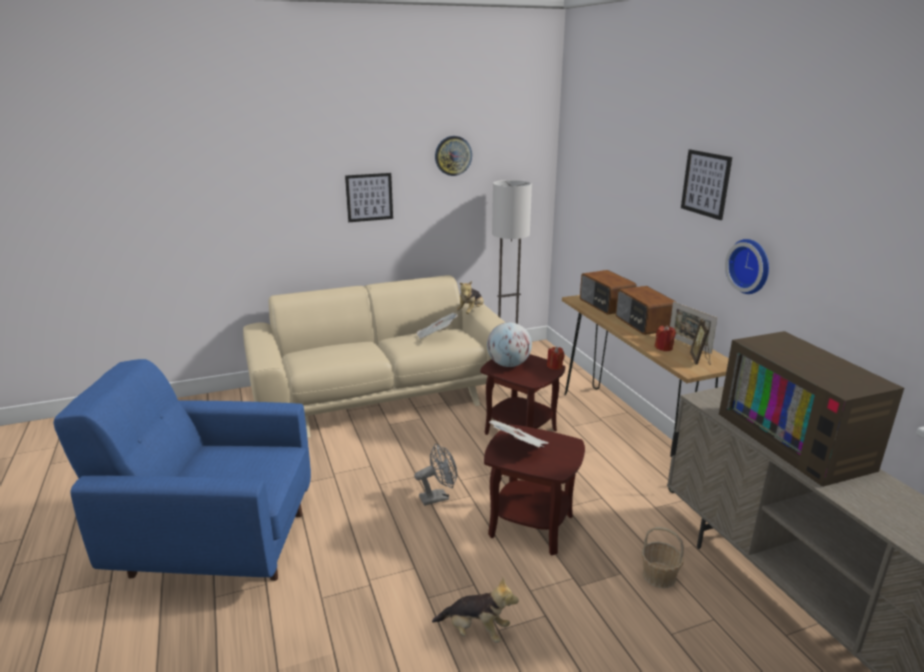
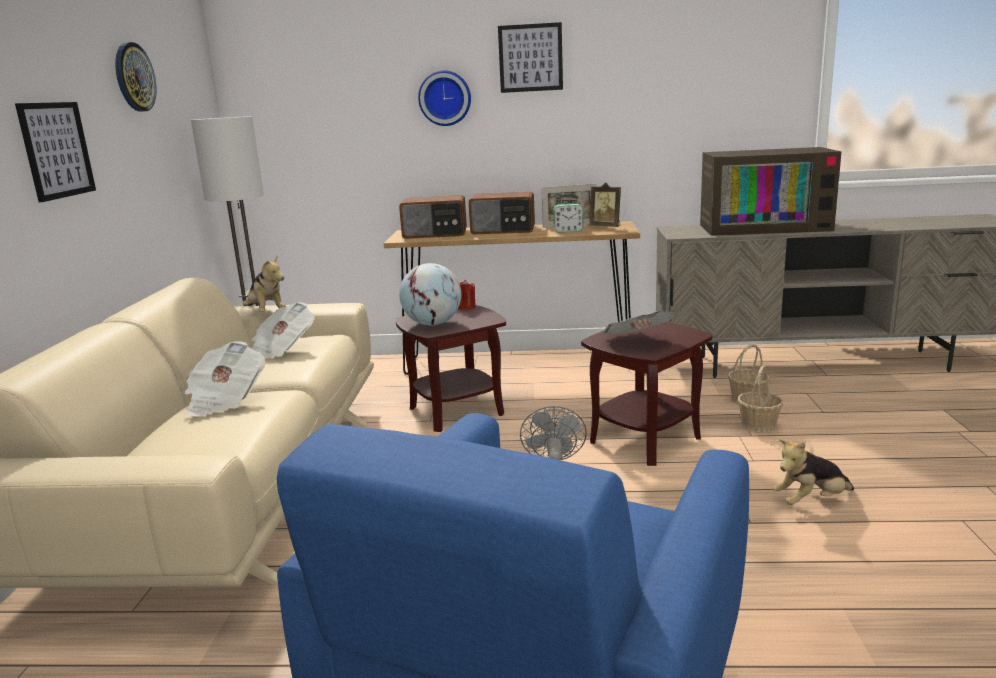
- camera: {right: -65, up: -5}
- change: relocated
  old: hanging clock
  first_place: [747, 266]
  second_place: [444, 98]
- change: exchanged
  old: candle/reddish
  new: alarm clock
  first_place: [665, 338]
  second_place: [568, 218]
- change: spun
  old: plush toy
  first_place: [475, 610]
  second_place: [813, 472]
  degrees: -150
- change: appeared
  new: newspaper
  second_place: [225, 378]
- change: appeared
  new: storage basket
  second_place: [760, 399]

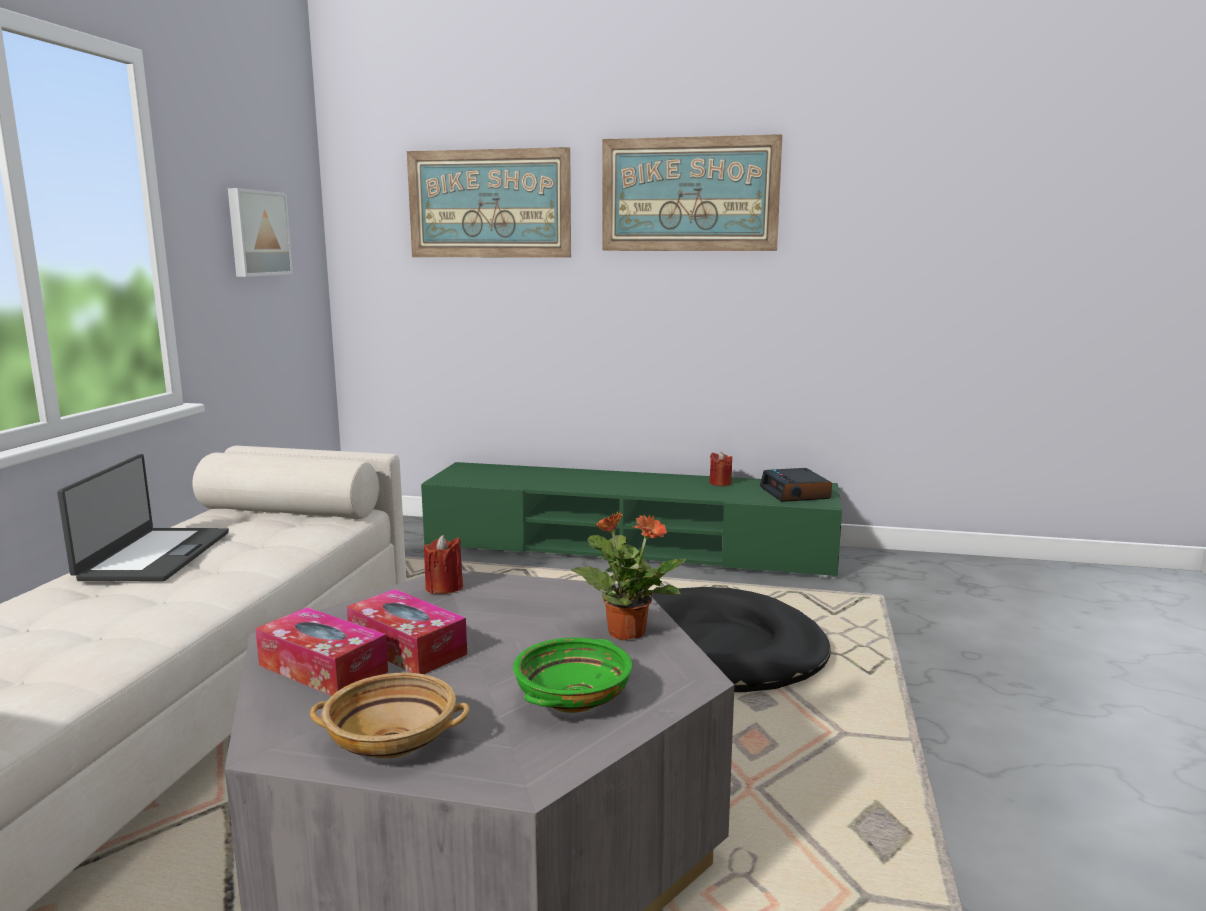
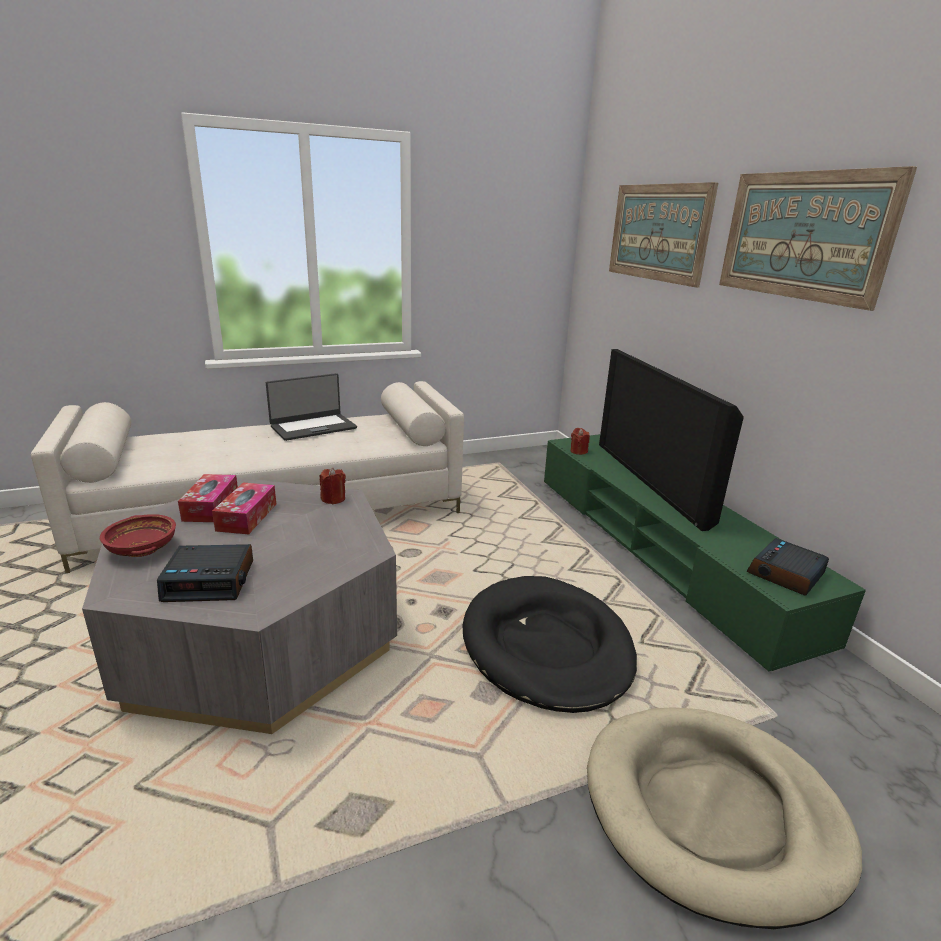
- camera: {right: 55, up: 10}
- change: missing
  old: wall picture
  first_place: [260, 232]
- change: relocated
  old: candle/reddish
  first_place: [720, 469]
  second_place: [580, 441]
- change: missing
  old: houseplant
  first_place: [628, 576]
- change: exchanged
  old: serving bowl/green-coloured
  new: alarm clock
  first_place: [573, 675]
  second_place: [205, 573]
- change: colour
  old: serving bowl/sand-coloured
  new: serving bowl/reddish
  first_place: [390, 716]
  second_place: [138, 535]
- change: appeared
  new: television
  second_place: [671, 440]
- change: appeared
  new: dog bed/sand-coloured
  second_place: [724, 818]

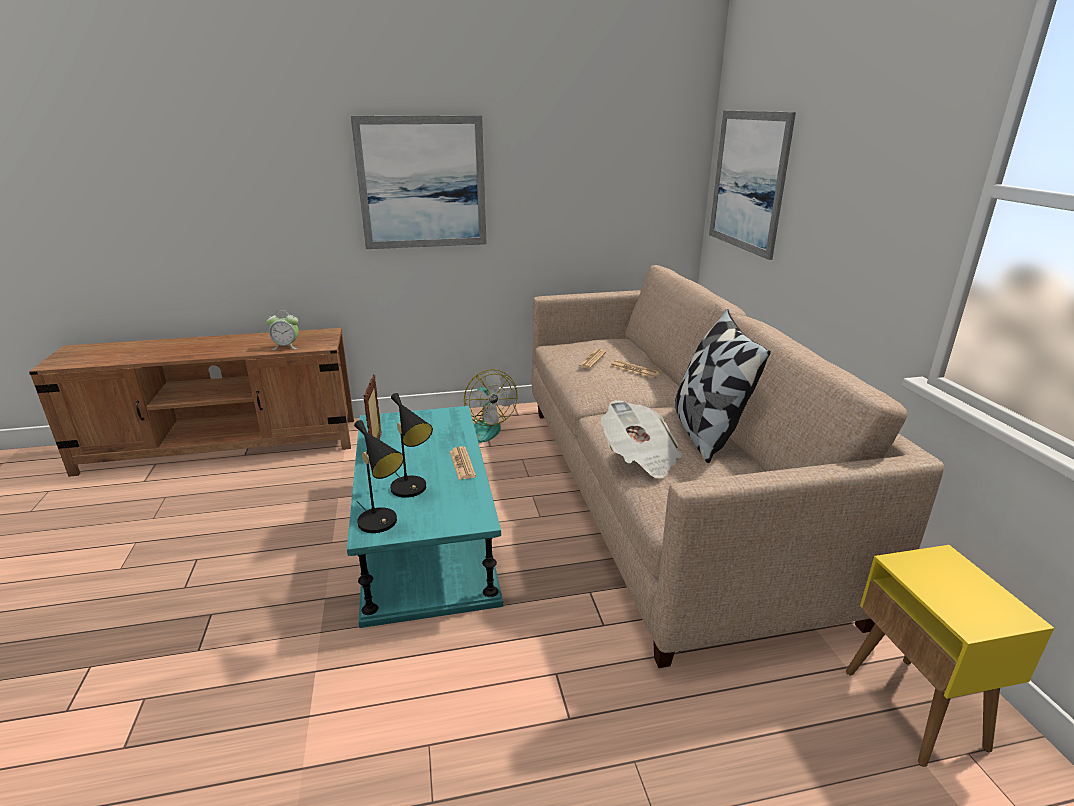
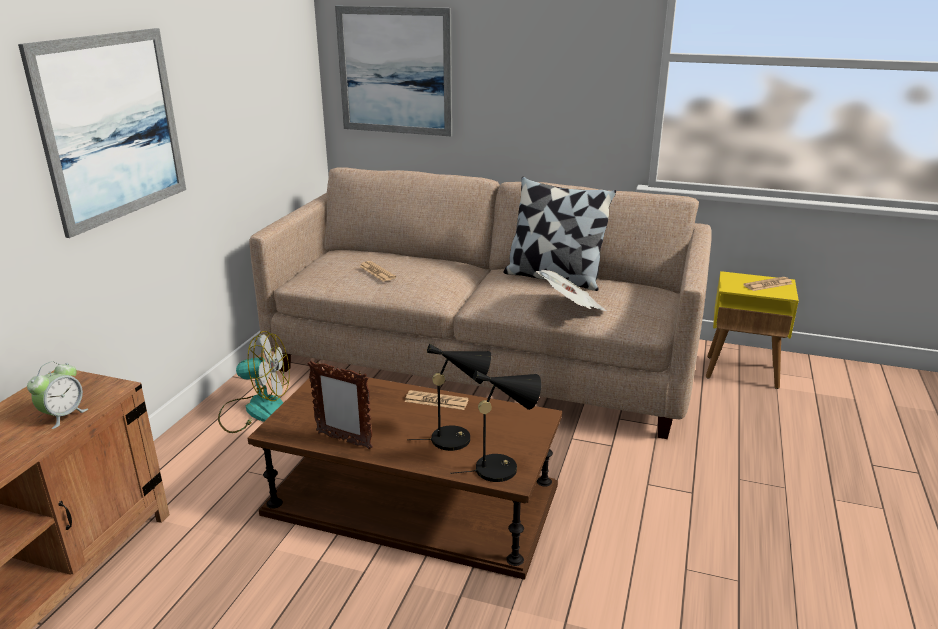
- camera: {right: -60, up: 0}
- change: relocated
  old: newspaper
  first_place: [635, 369]
  second_place: [768, 284]
- change: colour
  old: coffee table/blue-green
  new: coffee table/brown-coloured
  first_place: [425, 517]
  second_place: [405, 475]

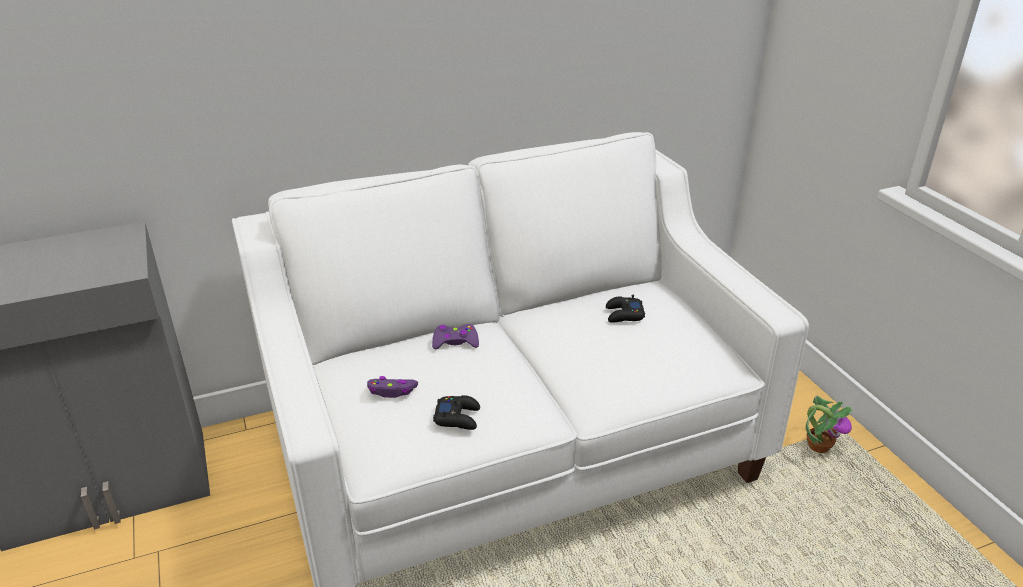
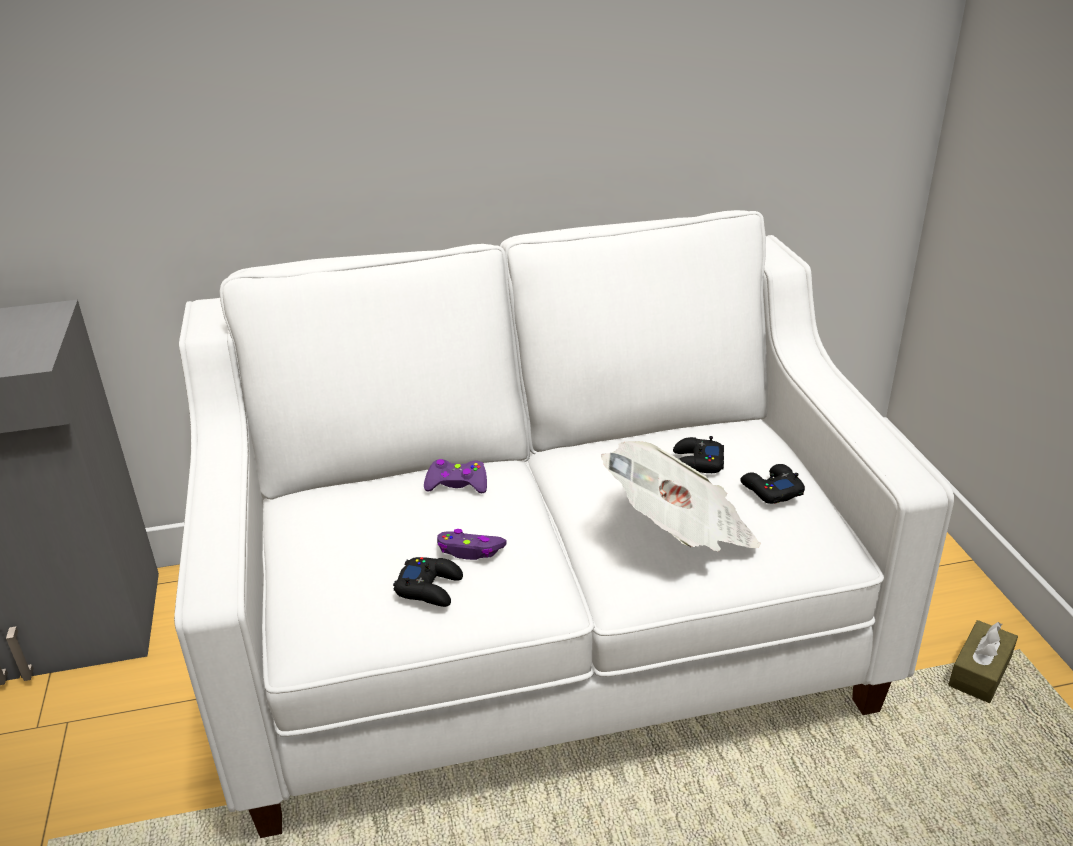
- camera: {right: 10, up: 0}
- change: relocated
  old: gamepad/purple-coloured
  first_place: [392, 387]
  second_place: [472, 544]
- change: exchanged
  old: houseplant
  new: tissue box/brown-coloured
  first_place: [829, 424]
  second_place: [983, 661]
- change: appeared
  new: newspaper
  second_place: [681, 496]
- change: appeared
  new: gamepad/blackish
  second_place: [772, 484]

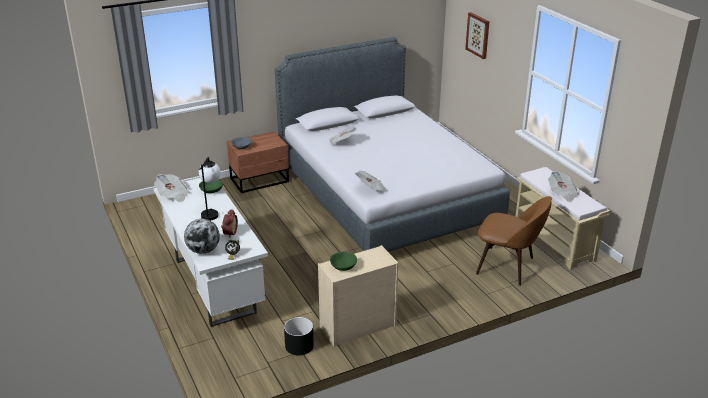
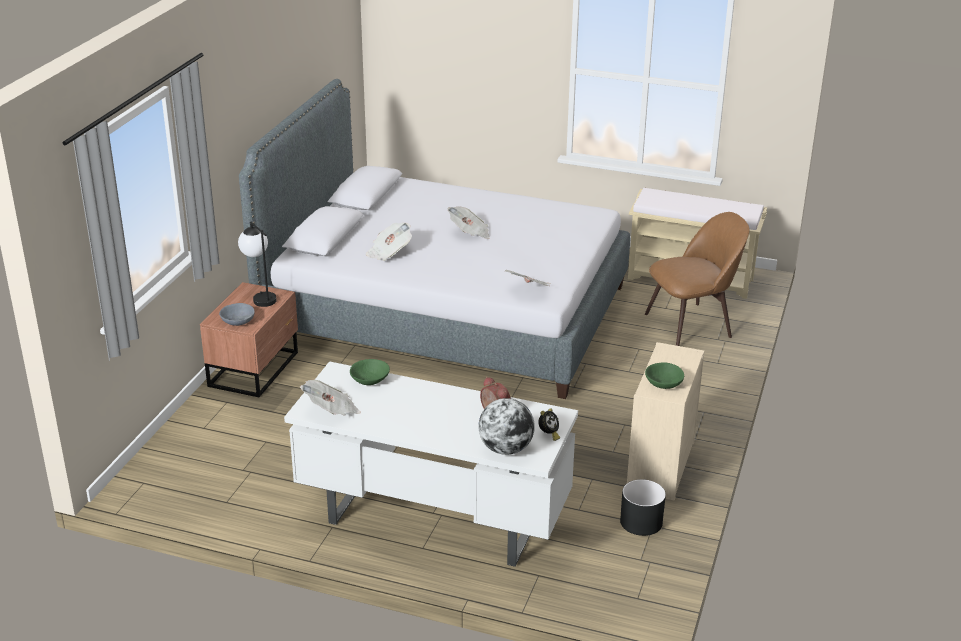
- camera: {right: -45, up: 0}
- change: missing
  old: wall picture
  first_place: [477, 35]
- change: relocated
  old: lamp for a table
  first_place: [210, 189]
  second_place: [257, 264]
- change: relocated
  old: newspaper
  first_place: [563, 186]
  second_place: [468, 222]

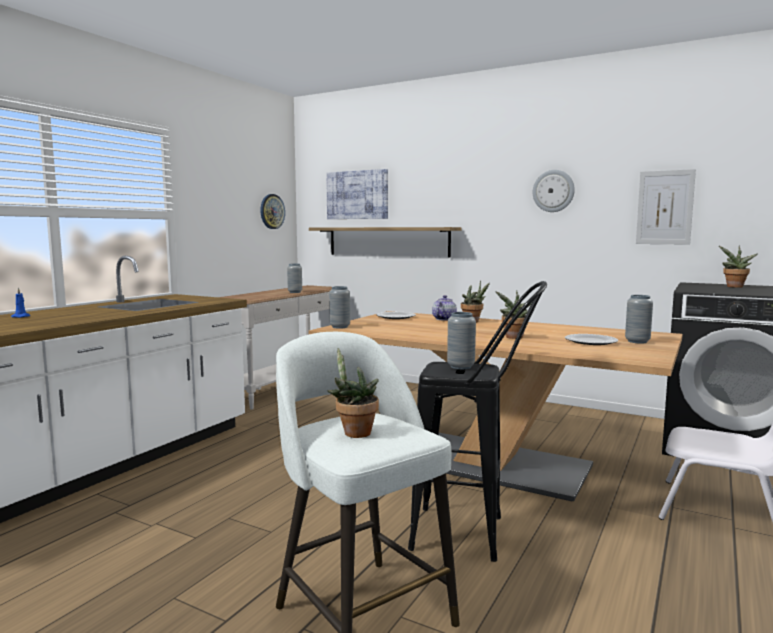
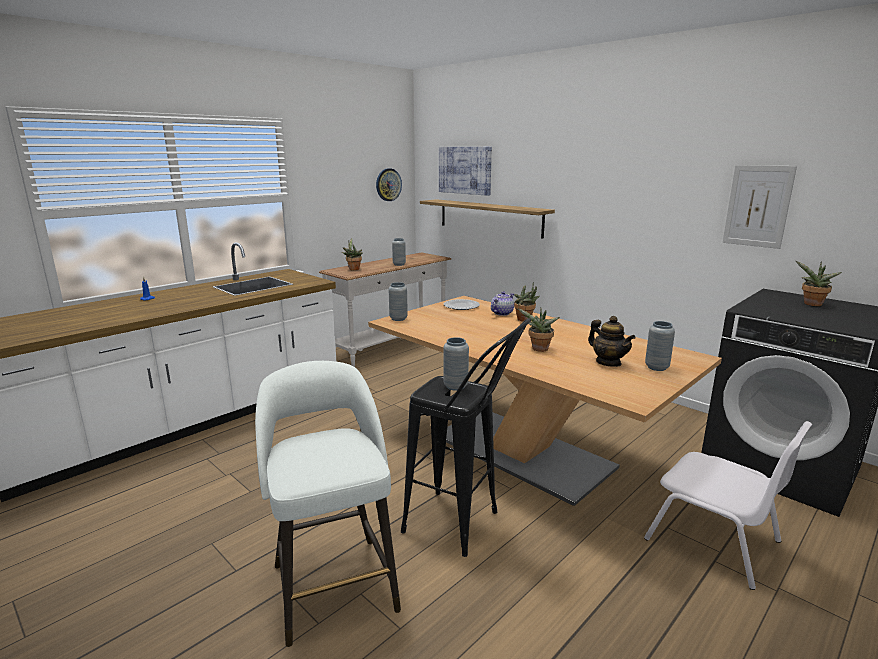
- camera: {right: 15, up: 10}
- change: missing
  old: hanging clock
  first_place: [554, 191]
- change: exchanged
  old: plate
  new: pot for tea
  first_place: [591, 339]
  second_place: [611, 341]
- change: relocated
  old: houseplant
  first_place: [353, 393]
  second_place: [352, 254]

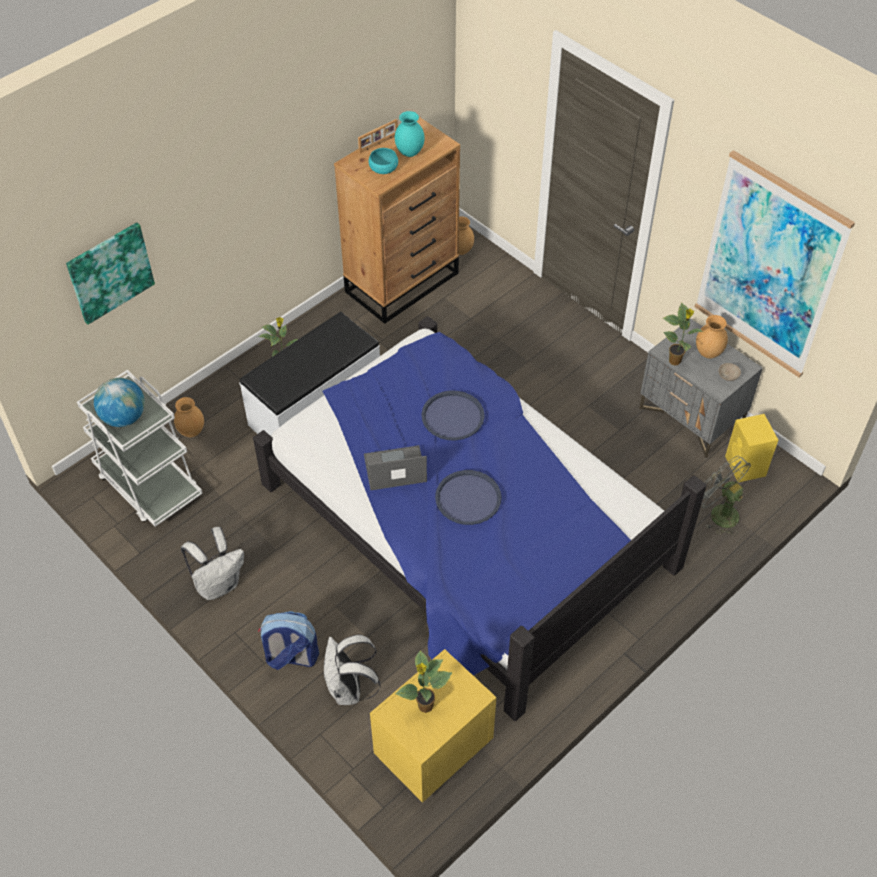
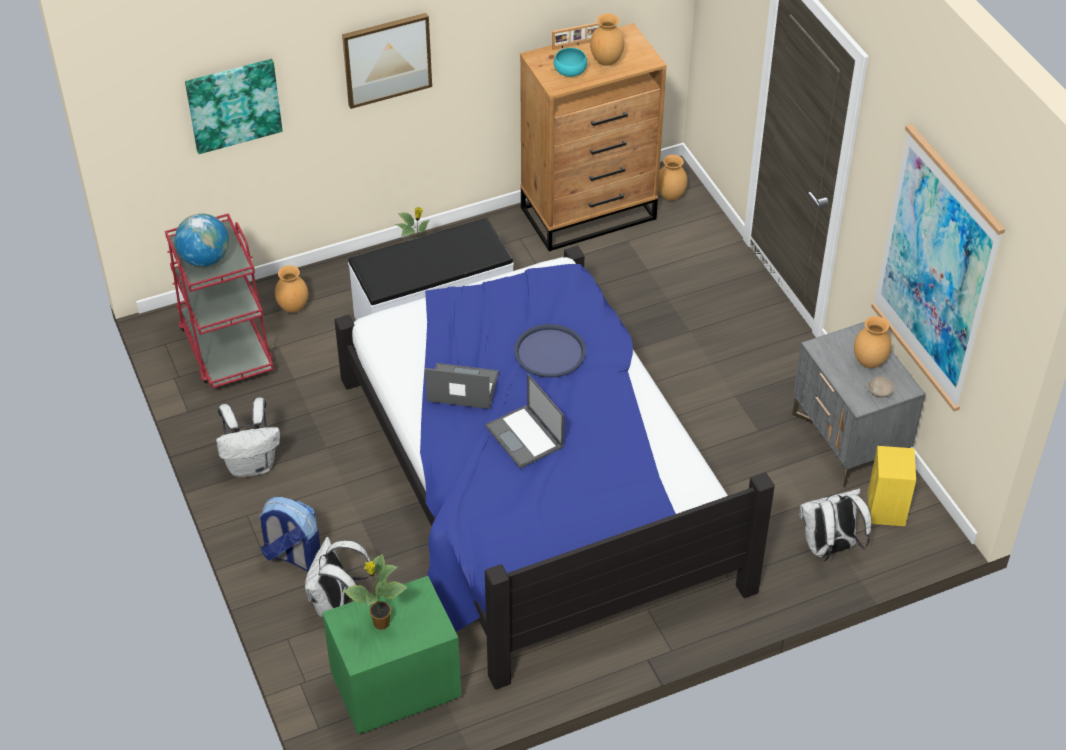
- camera: {right: 20, up: -5}
- change: colour
  old: vase/blue-green
  new: vase/brown-coloured
  first_place: [410, 134]
  second_place: [607, 40]
- change: missing
  old: houseplant
  first_place: [683, 333]
- change: colour
  old: cart/white-coloured
  new: cart/reddish
  first_place: [140, 448]
  second_place: [219, 300]
- change: exchanged
  old: fan/grey
  new: backpack/white-coloured
  first_place: [726, 495]
  second_place: [835, 524]
- change: exchanged
  old: tray/blue-coloured
  new: notebook computer
  first_place: [468, 497]
  second_place: [524, 421]
- change: colour
  old: night table/yellow
  new: night table/green-coloured
  first_place: [433, 726]
  second_place: [391, 655]
- change: appeared
  new: wall picture
  second_place: [387, 61]

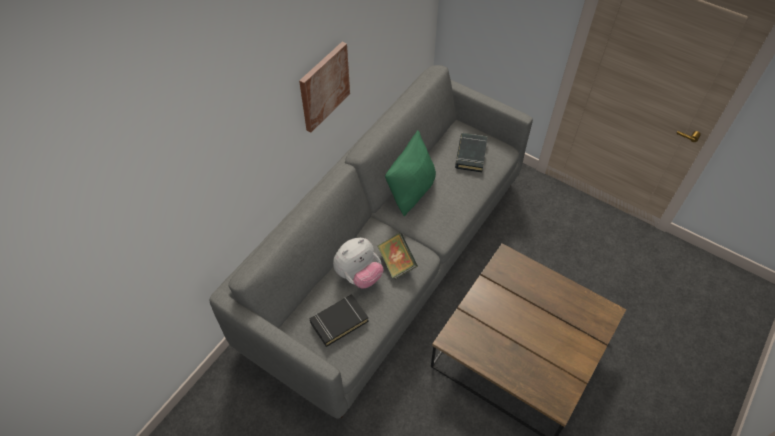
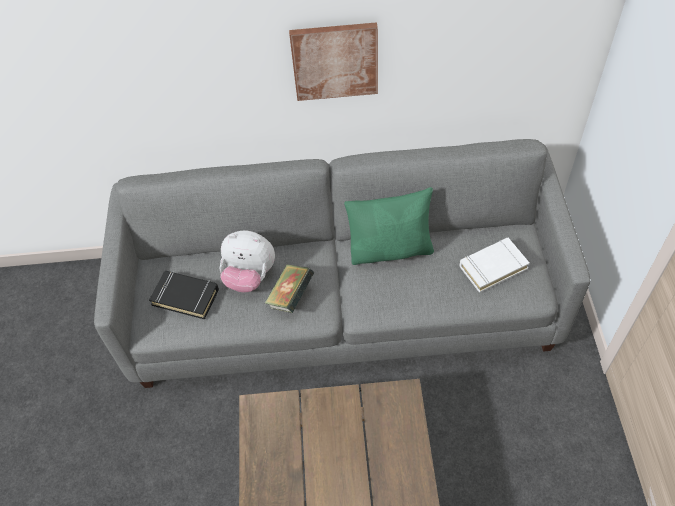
- camera: {right: 55, up: 0}
- change: colour
  old: book/blackish
  new: book/white-coloured
  first_place: [471, 152]
  second_place: [494, 265]

